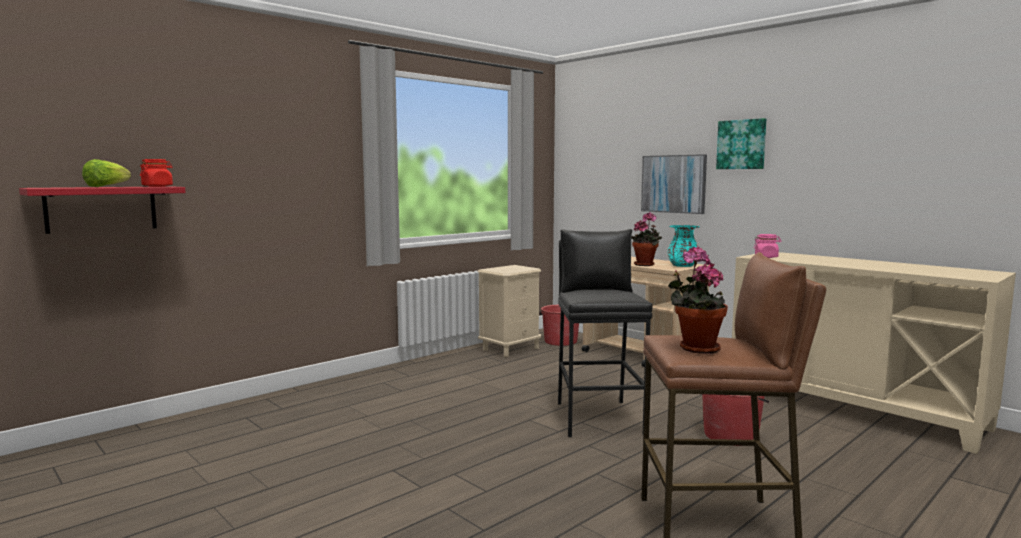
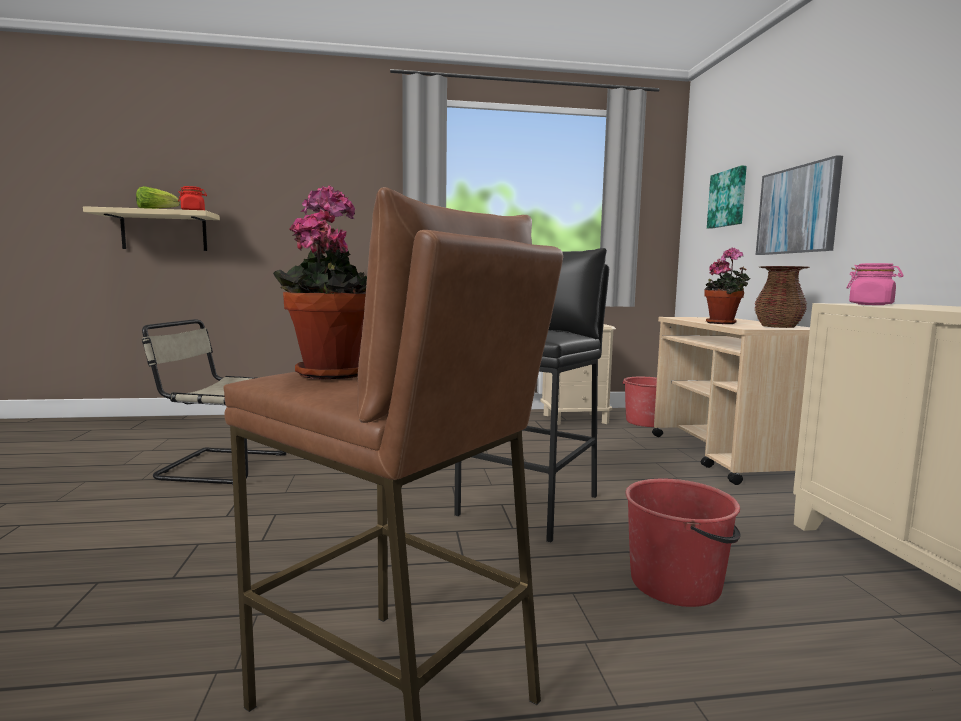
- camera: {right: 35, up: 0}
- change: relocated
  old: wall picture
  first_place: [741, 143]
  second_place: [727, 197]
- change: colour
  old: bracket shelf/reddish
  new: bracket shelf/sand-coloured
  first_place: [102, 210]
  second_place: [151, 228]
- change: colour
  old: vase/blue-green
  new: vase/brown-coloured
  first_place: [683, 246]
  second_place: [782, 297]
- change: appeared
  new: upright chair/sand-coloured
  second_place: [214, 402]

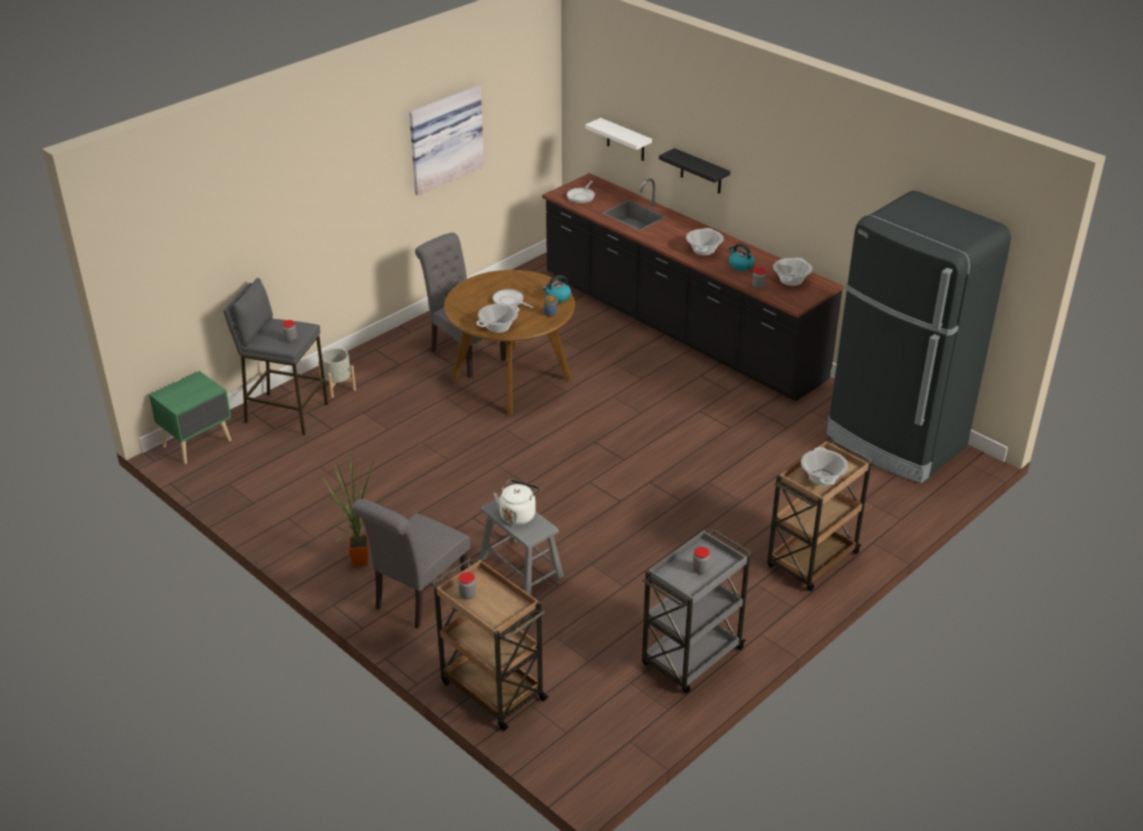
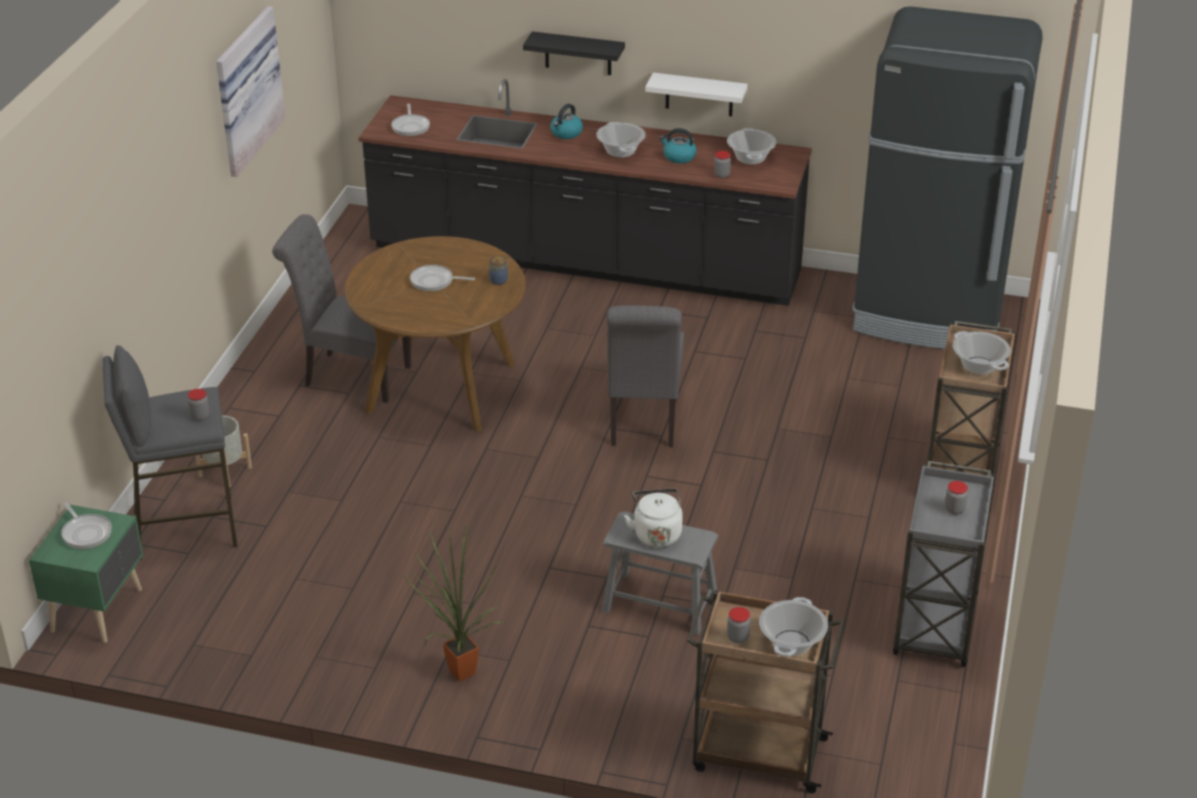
- camera: {right: -30, up: 0}
- change: relocated
  old: bracket shelf/white-coloured
  first_place: [618, 139]
  second_place: [696, 94]
- change: relocated
  old: water kettle
  first_place: [557, 289]
  second_place: [566, 121]
- change: relocated
  old: stockpot
  first_place: [497, 318]
  second_place: [793, 627]
- change: relocated
  old: upright chair/grey
  first_place: [410, 564]
  second_place: [645, 376]
- change: appeared
  new: frying pan
  second_place: [86, 525]

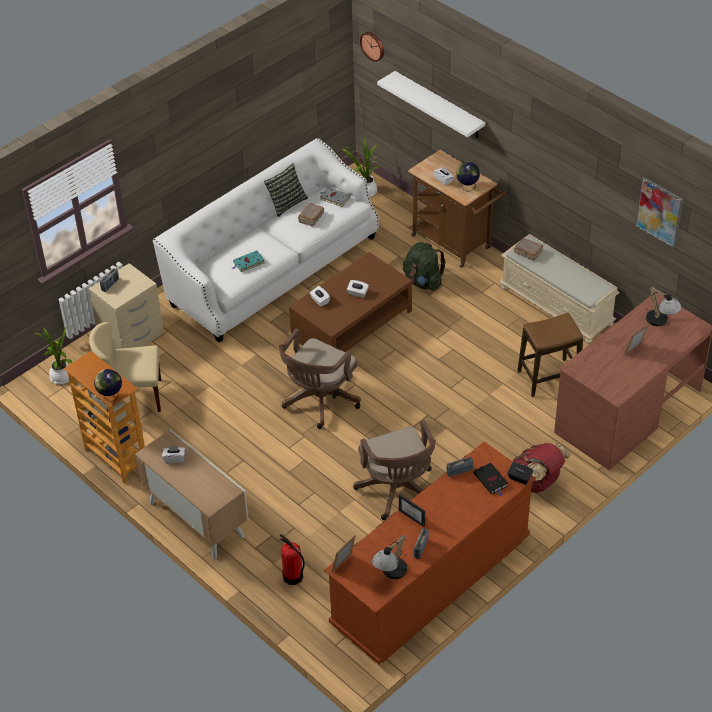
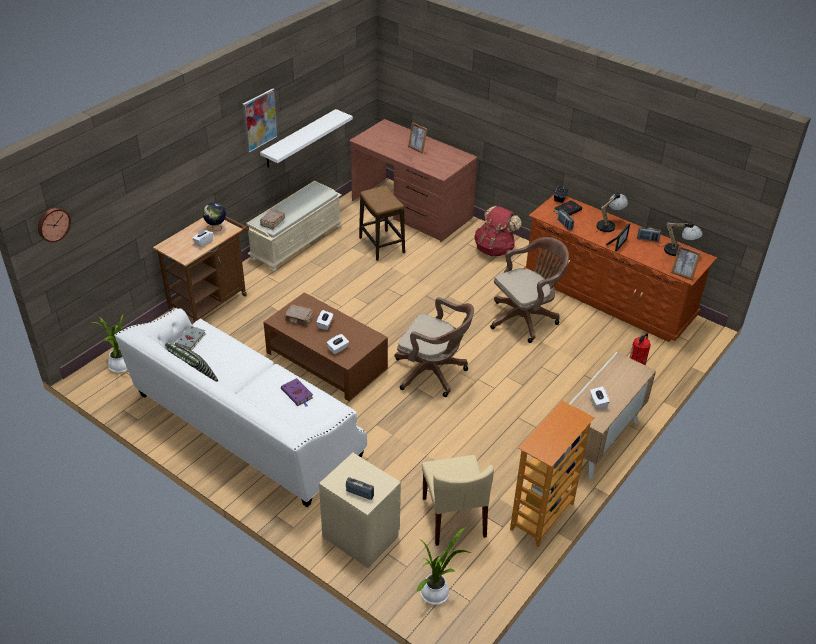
- camera: {right: -100, up: -5}
- change: relocated
  old: bracket shelf/white-coloured
  first_place: [431, 104]
  second_place: [306, 138]
- change: relocated
  old: wall picture
  first_place: [659, 212]
  second_place: [260, 120]
- change: relocated
  old: book/brown-coloured
  first_place: [311, 215]
  second_place: [298, 315]
- change: missing
  old: backpack/green-coloured
  first_place: [424, 266]
- change: colour
  old: book/blue-green
  new: book/purple-coloured
  first_place: [248, 261]
  second_place: [297, 392]
- change: relocated
  old: lamp for a table
  first_place: [663, 306]
  second_place: [611, 212]
- change: missing
  old: desk globe
  first_place: [108, 385]

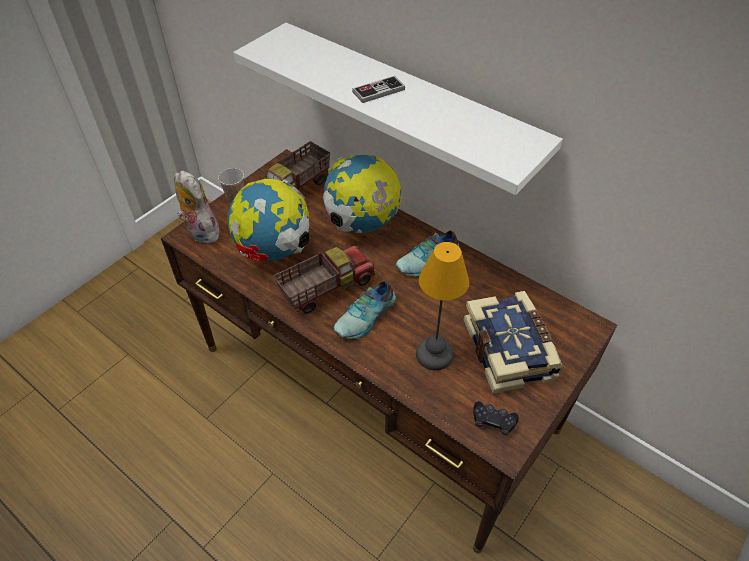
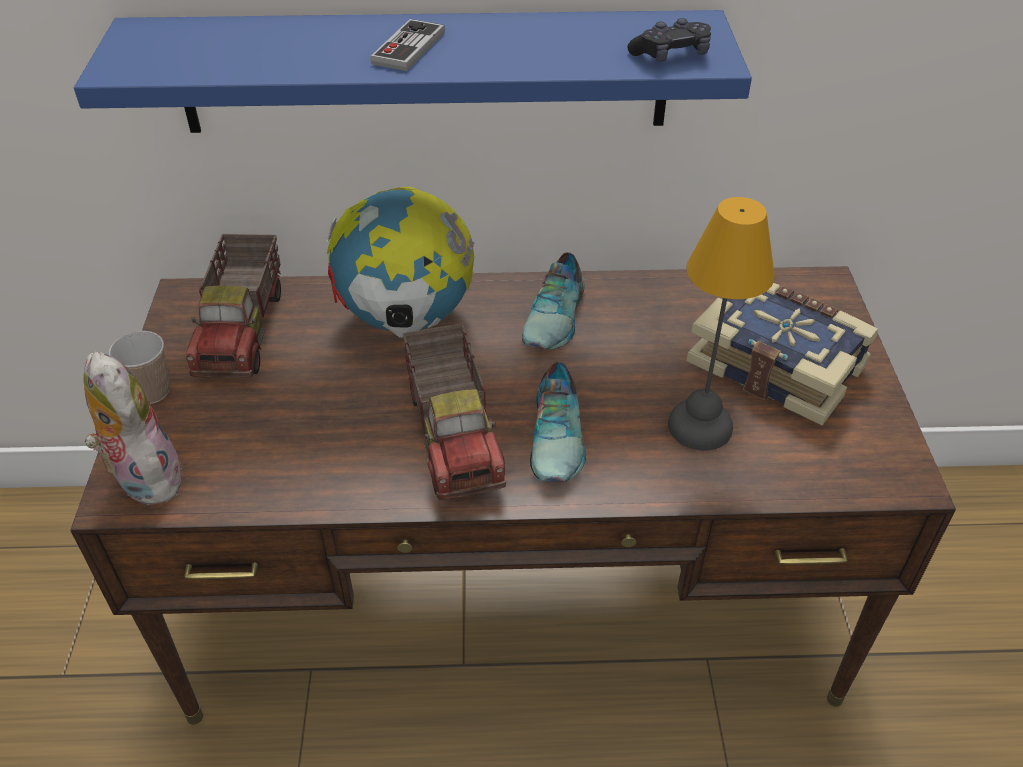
- camera: {right: -40, up: -5}
- change: colour
  old: bracket shelf/white-coloured
  new: bracket shelf/blue-coloured
  first_place: [398, 109]
  second_place: [413, 71]
- change: spun
  old: plush toy
  first_place: [196, 207]
  second_place: [134, 428]
  degrees: 45
- change: missing
  old: desk globe
  first_place: [269, 220]
- change: spun
  old: model truck
  first_place: [324, 280]
  second_place: [454, 412]
  degrees: 150
- change: relocated
  old: gamepad/blackish
  first_place: [496, 418]
  second_place: [669, 40]

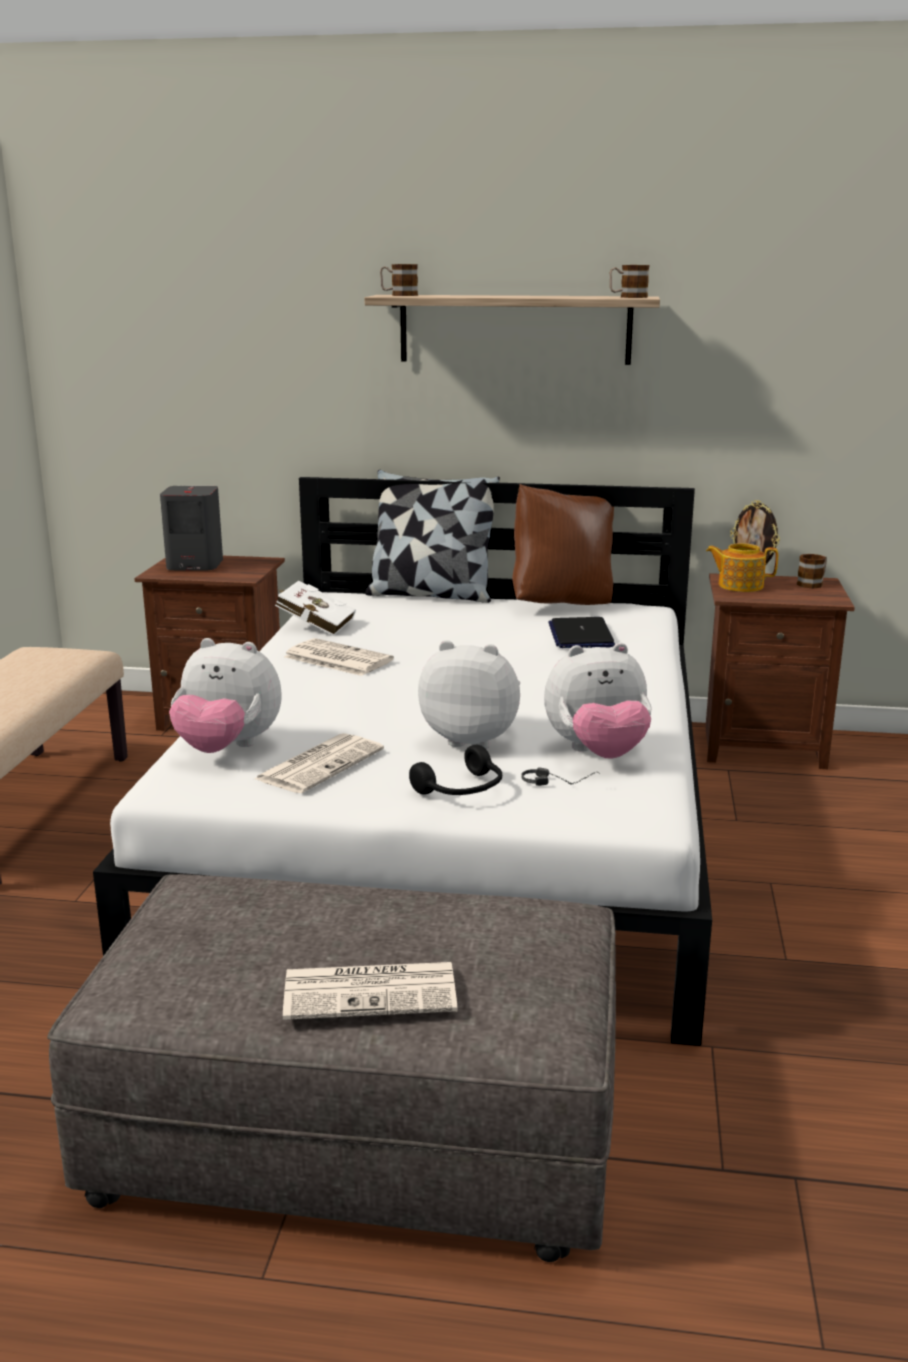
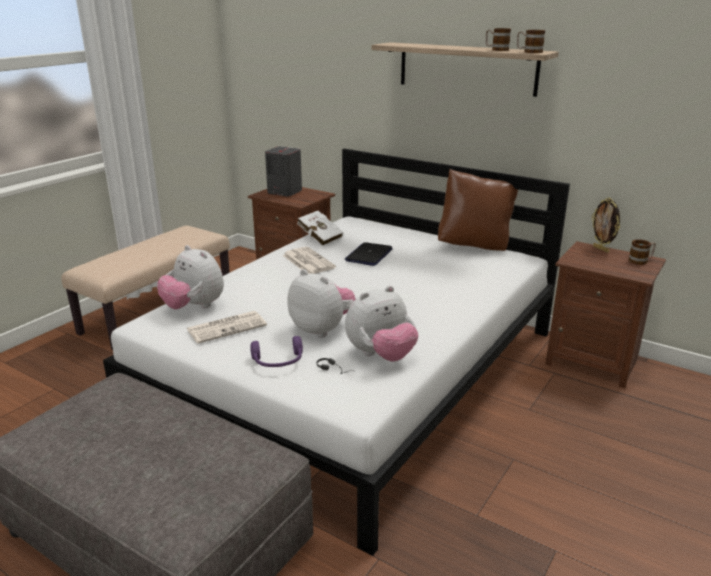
- camera: {right: 25, up: 5}
- change: relocated
  old: mug
  first_place: [399, 280]
  second_place: [498, 39]
- change: missing
  old: pillow
  first_place: [432, 536]
- change: missing
  old: pot for tea
  first_place: [742, 567]
- change: relocated
  old: notebook computer
  first_place: [582, 632]
  second_place: [368, 254]
- change: spun
  old: plush toy
  first_place: [598, 701]
  second_place: [381, 324]
  degrees: -45
- change: colour
  old: pair of headphones/blackish
  new: pair of headphones/purple-coloured
  first_place: [455, 770]
  second_place: [276, 351]
- change: missing
  old: newspaper
  first_place: [370, 991]

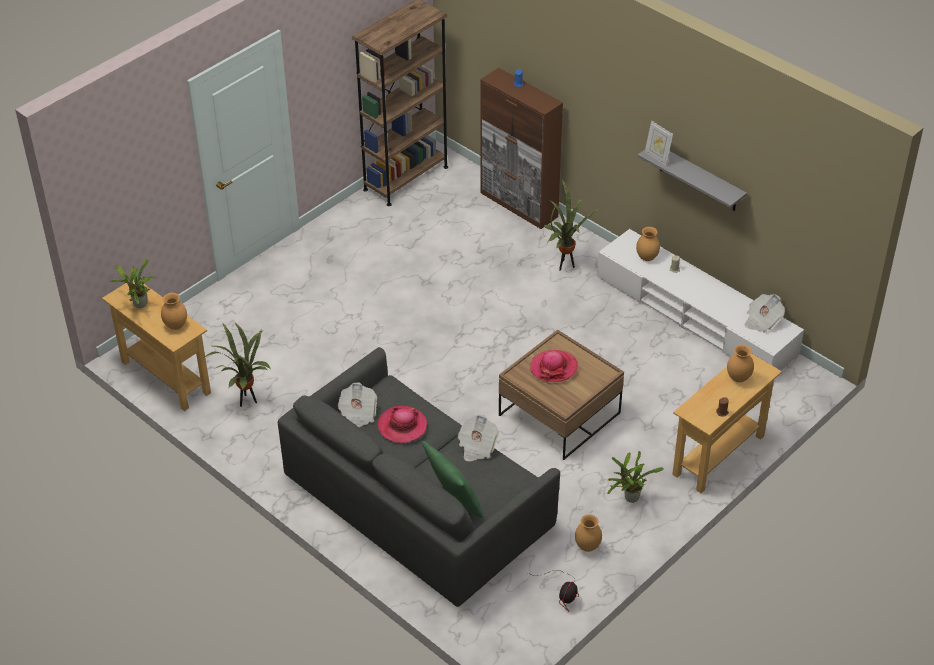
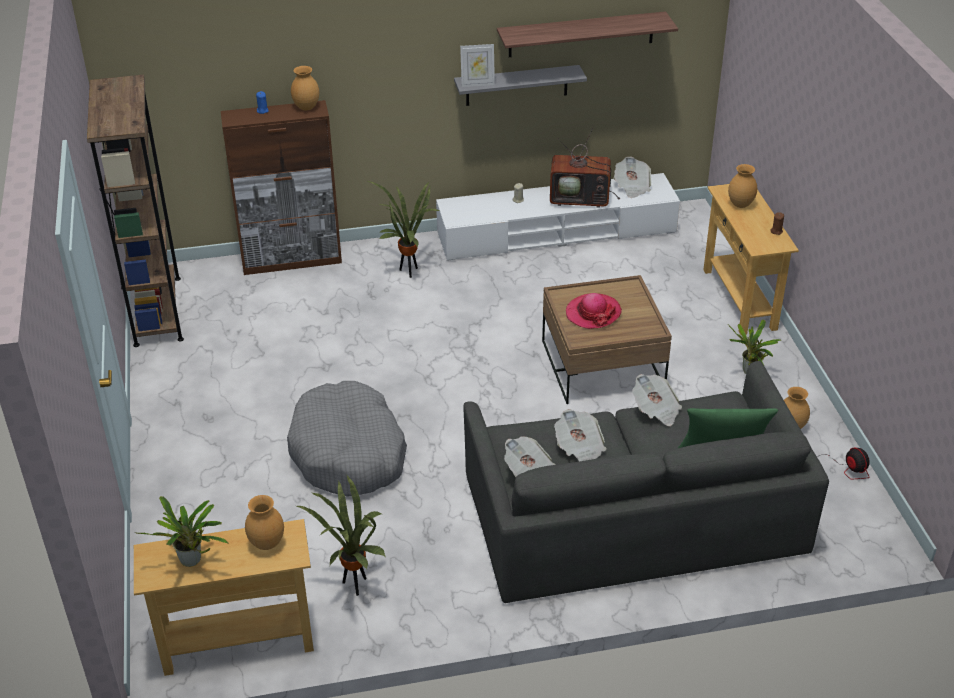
- camera: {right: -55, up: -5}
- change: relocated
  old: vase/brown-coloured
  first_place: [648, 244]
  second_place: [305, 88]
- change: exchanged
  old: clothing hat
  new: newspaper
  first_place: [402, 424]
  second_place: [580, 435]
- change: appeared
  new: bracket shelf
  second_place: [587, 34]
- change: appeared
  new: television
  second_place: [585, 167]
- change: appeared
  new: dog bed/grey
  second_place: [347, 439]

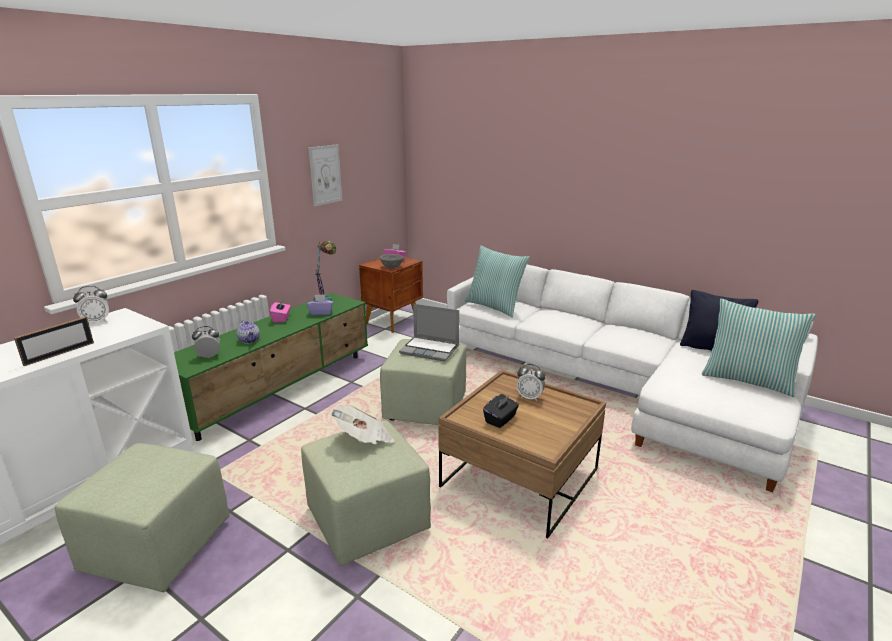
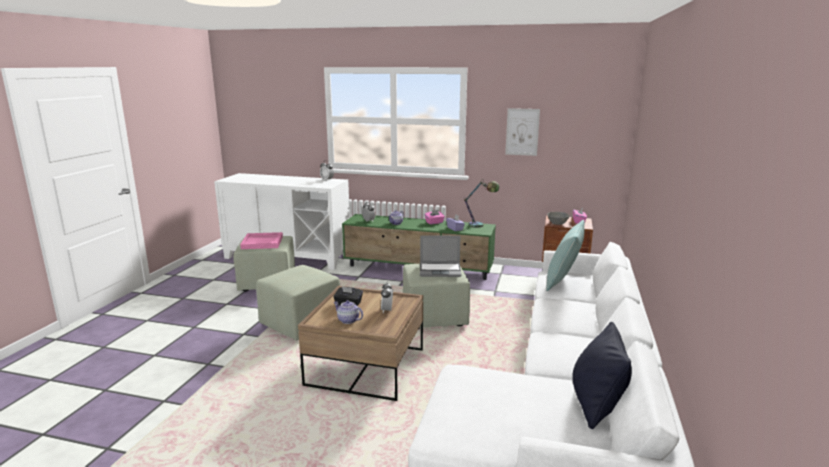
- camera: {right: 70, up: -5}
- change: missing
  old: pillow
  first_place: [759, 348]
- change: spun
  old: notebook computer
  first_place: [429, 333]
  second_place: [441, 256]
  degrees: -90
- change: missing
  old: standing frame
  first_place: [54, 341]
- change: missing
  old: newspaper
  first_place: [362, 424]
- change: appeared
  new: tray/pink
  second_place: [261, 240]
- change: appeared
  new: pot for tea
  second_place: [348, 312]

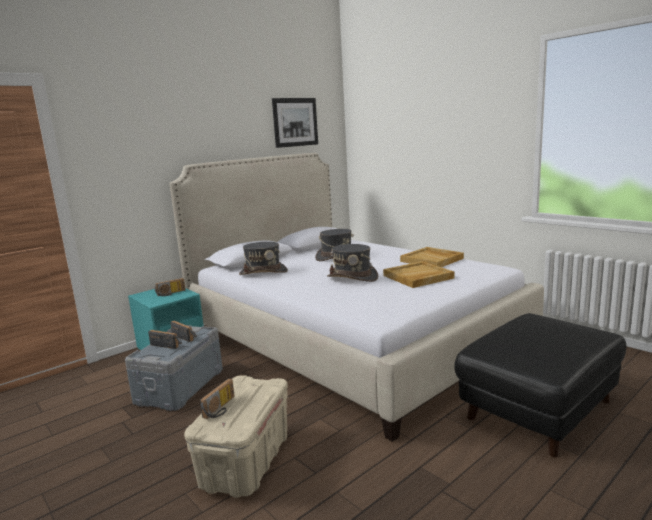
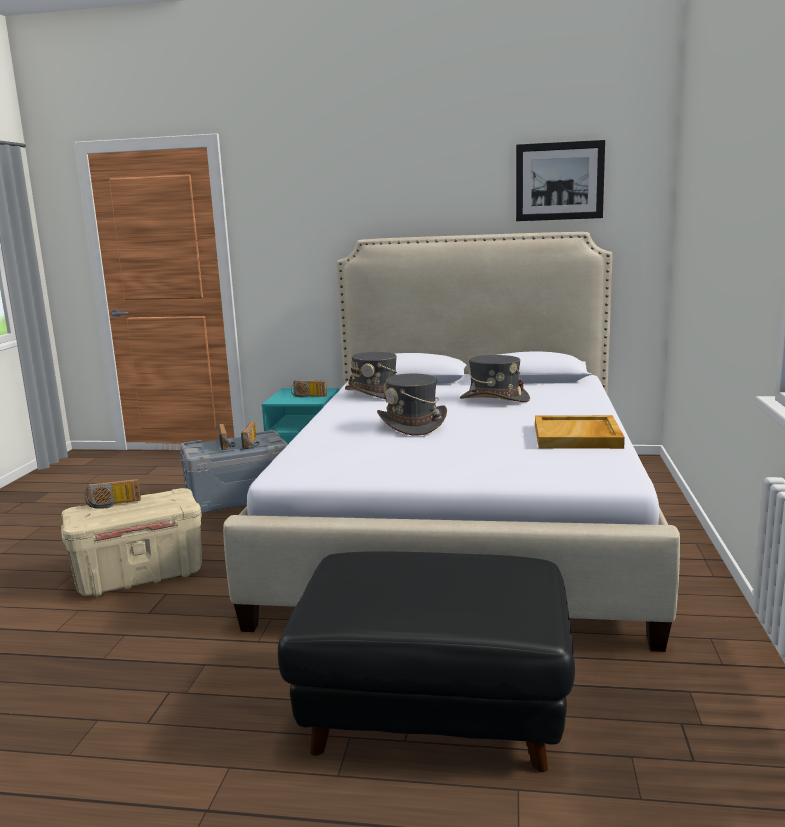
- camera: {right: 50, up: 0}
- change: missing
  old: tray/sand-coloured
  first_place: [419, 274]

